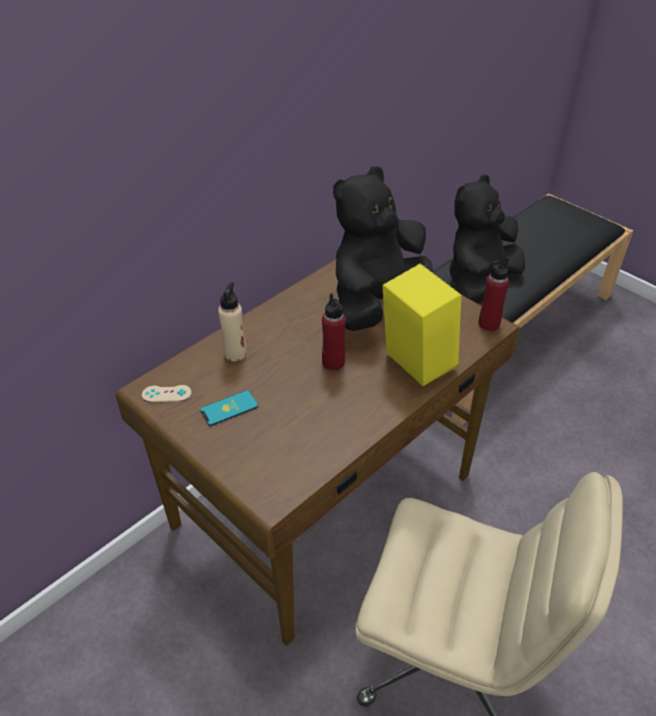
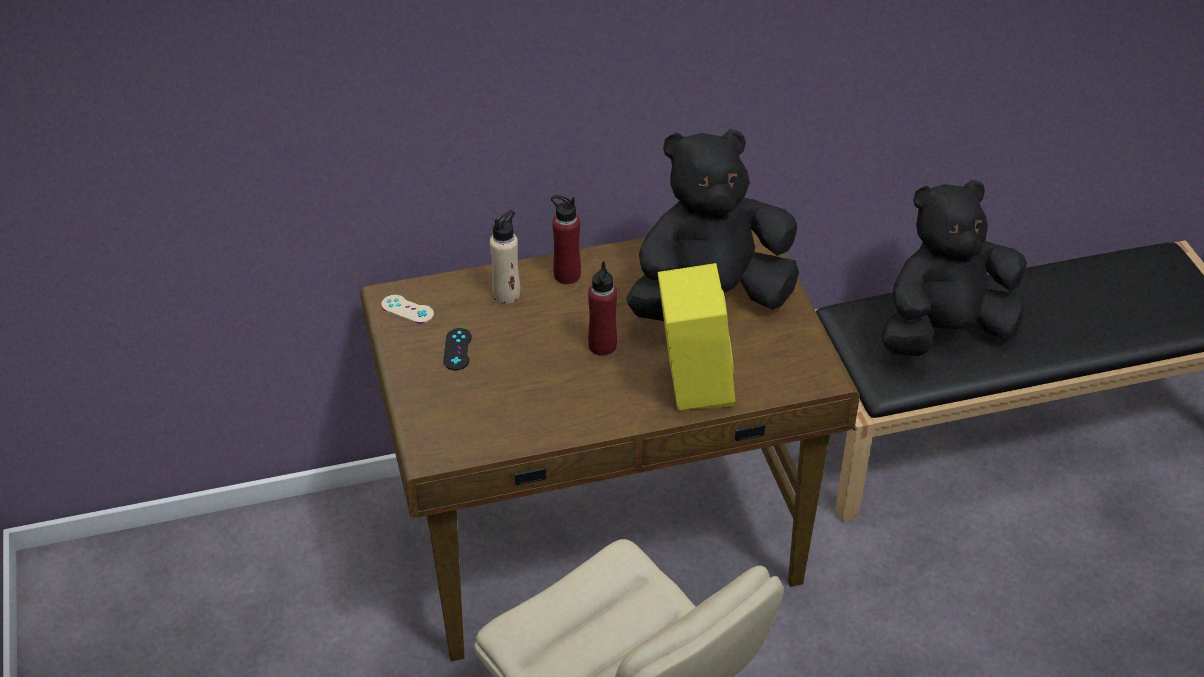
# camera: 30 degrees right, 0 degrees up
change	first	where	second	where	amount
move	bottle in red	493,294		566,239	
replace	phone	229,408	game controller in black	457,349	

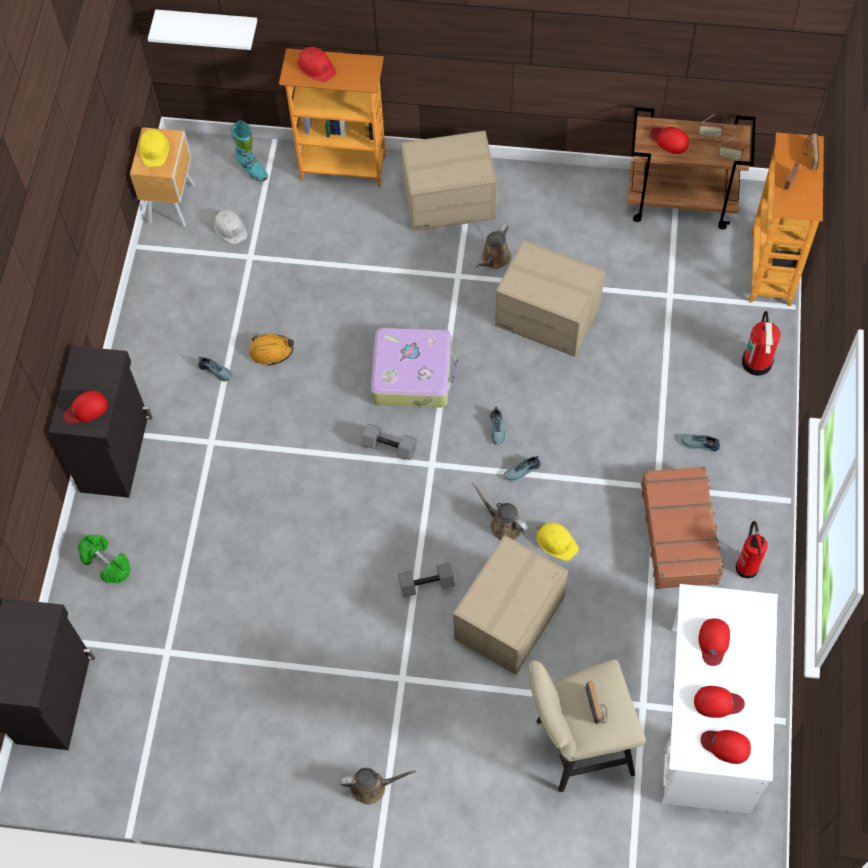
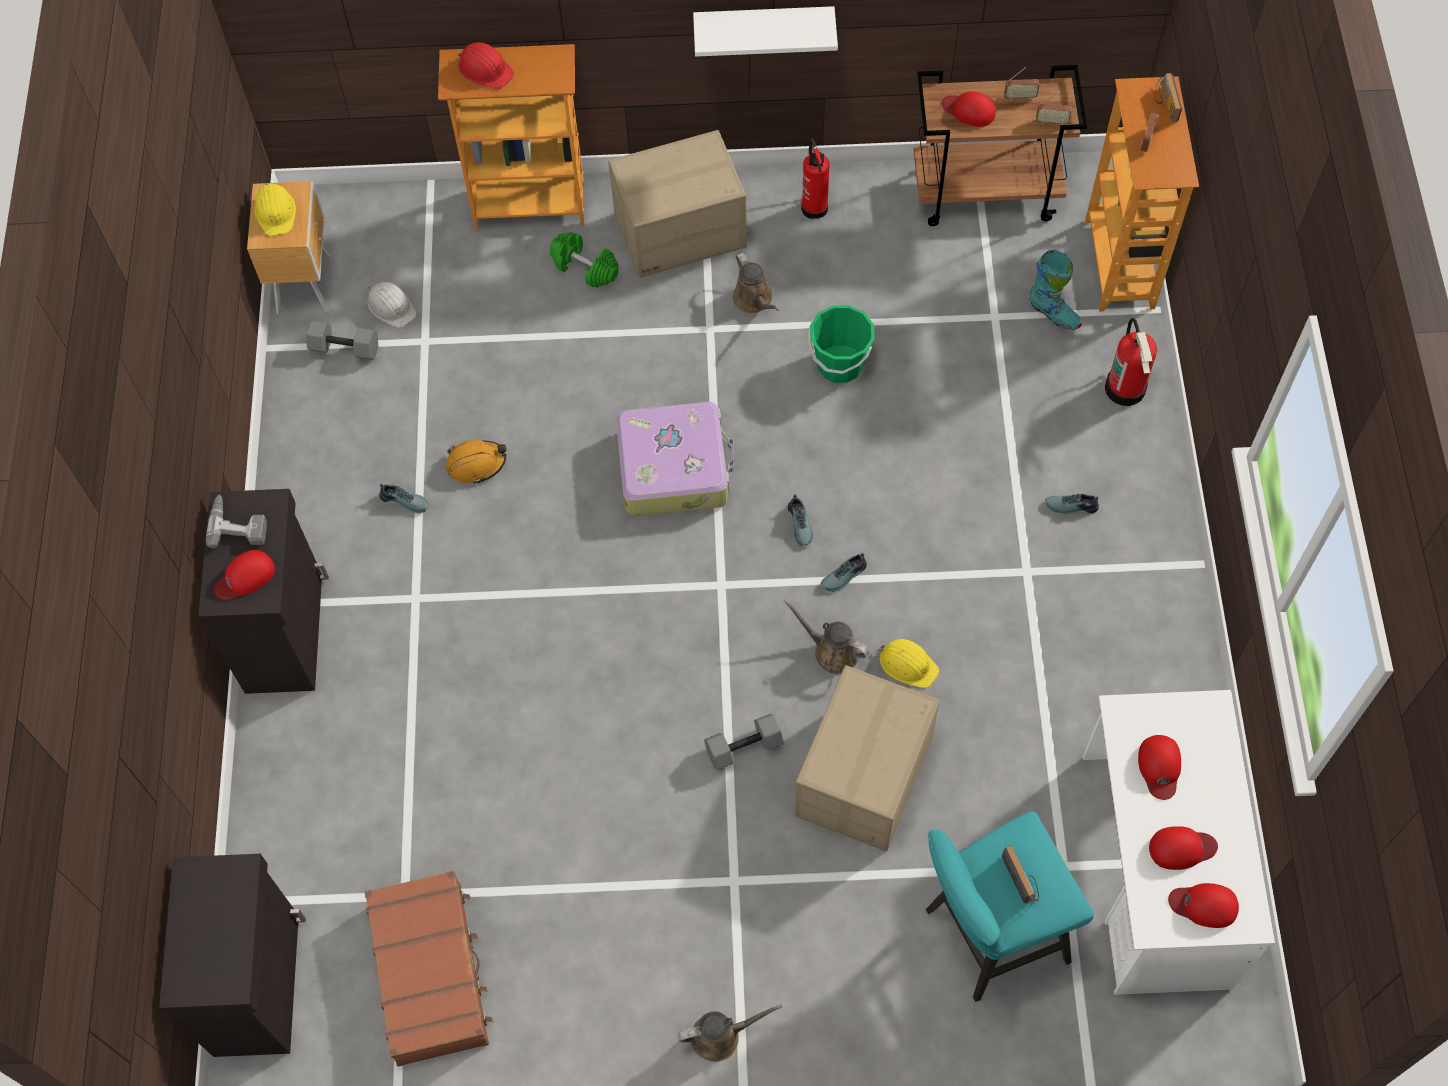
# camera: 10 degrees left, 0 degrees up
change	first	where	second	where	amount
move	shelf in white	202,29		765,31	
move	boot in turquoise	249,151		1056,289	
rotate	watering can in brown	493,246		756,283	45 degrees counterclockwise
replace	cardboard box	550,298	bucket in green	841,344	
move	dumbbell in grey	389,442		342,340	
move	suitcase in brown	682,527		429,968	
move	fire extinguisher	752,549		815,179	
move	dumbbell in green	104,559		584,260	
recolor	stool in beige	587,725	stool in turquoise	1010,906	
insert			power drill	236,521	

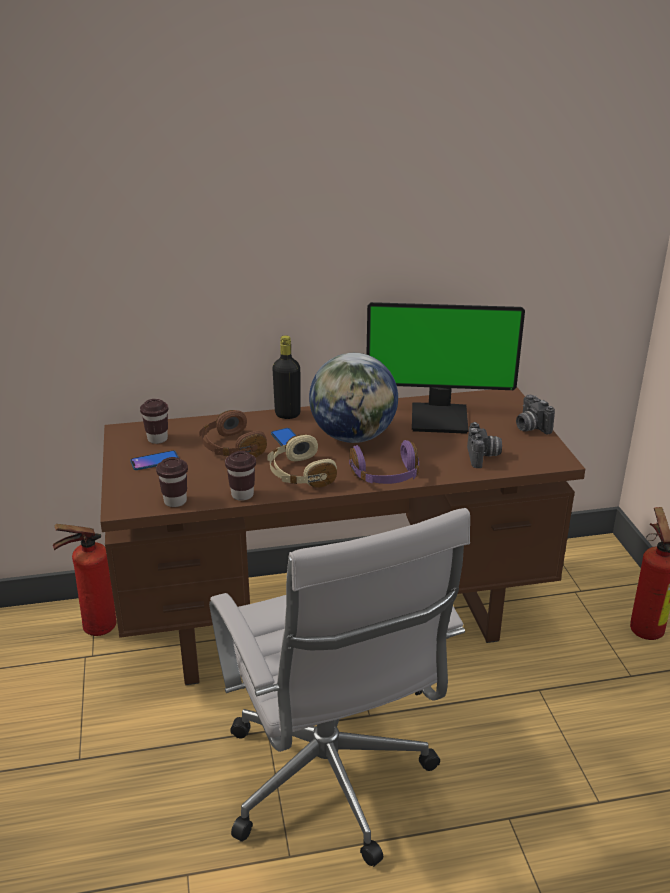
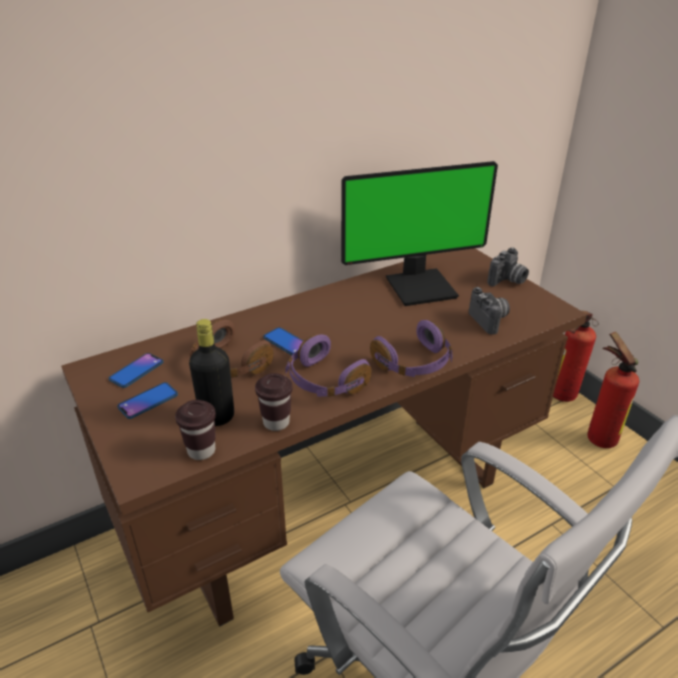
# camera: 20 degrees left, 5 degrees up
change	first	where	second	where	amount
move	bottle in black	286,377		211,372	
delete	globe	353,398			
rotate	photo camera	535,415		508,267	90 degrees counterclockwise
replace	cup in brown	154,421	phone	136,370	
recolor	headphones in beige	302,461	headphones in purple	329,365	
move	fire extinguisher	84,580		575,356	

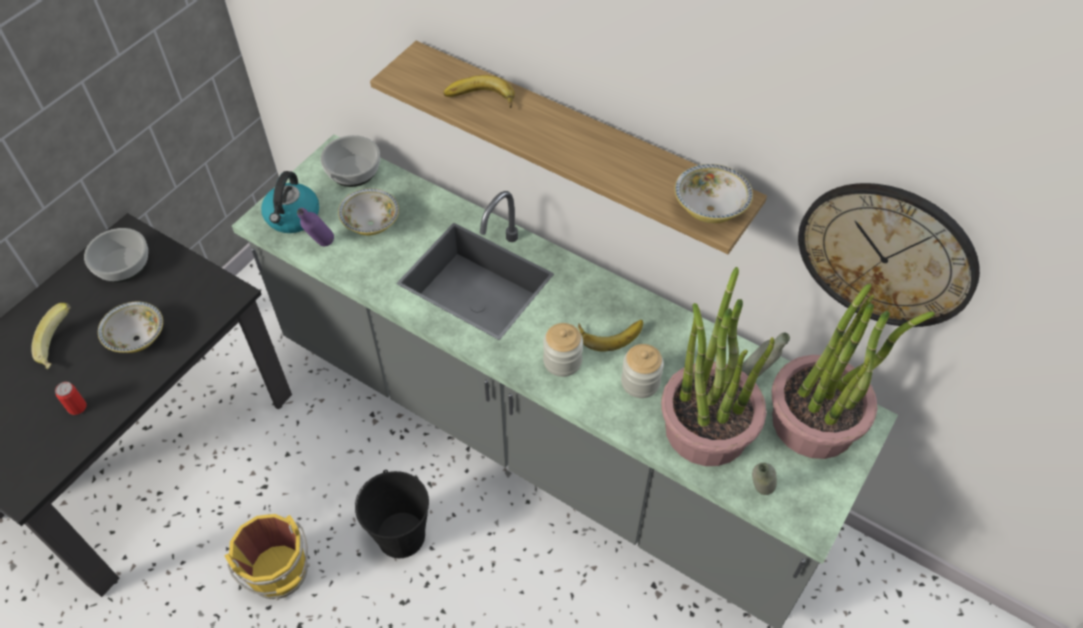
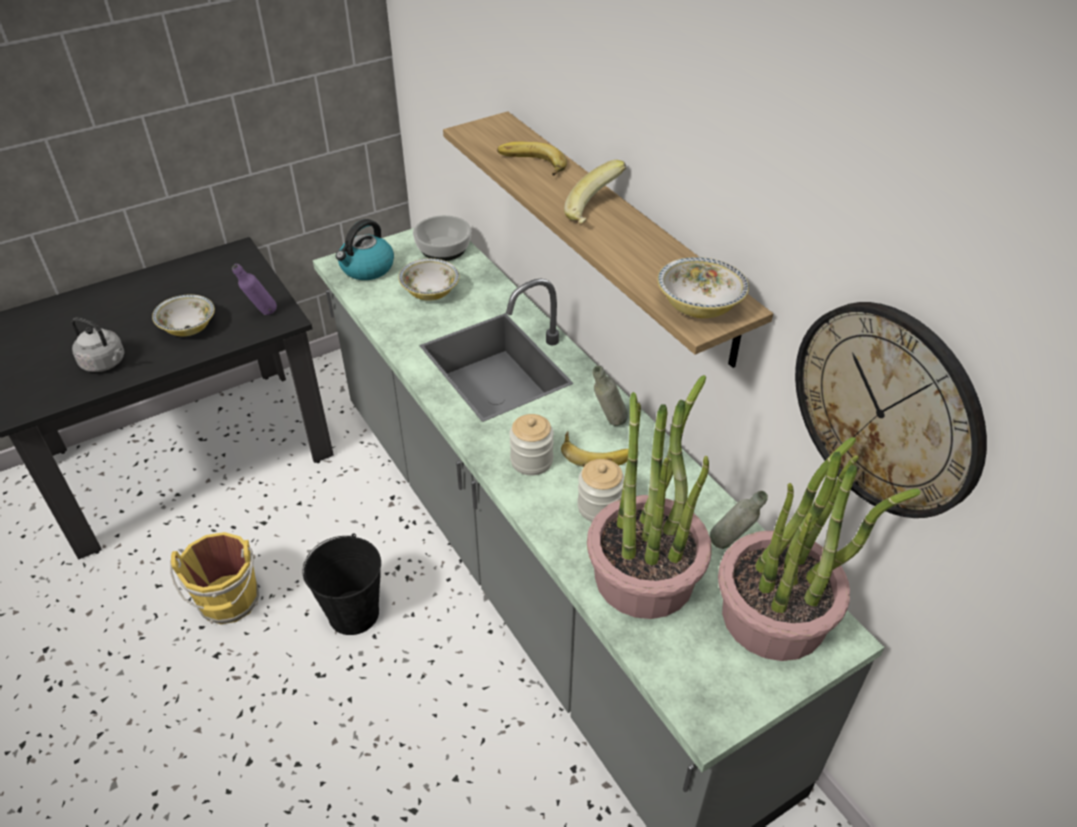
# camera: 25 degrees right, 10 degrees down
change	first	where	second	where	amount
move	bottle in purple	315,227		254,289	
delete	bowl	116,255			
move	banana	51,336		595,192	
replace	can	71,398	kettle in grey	98,344	
move	bottle in grey	764,478		610,396	

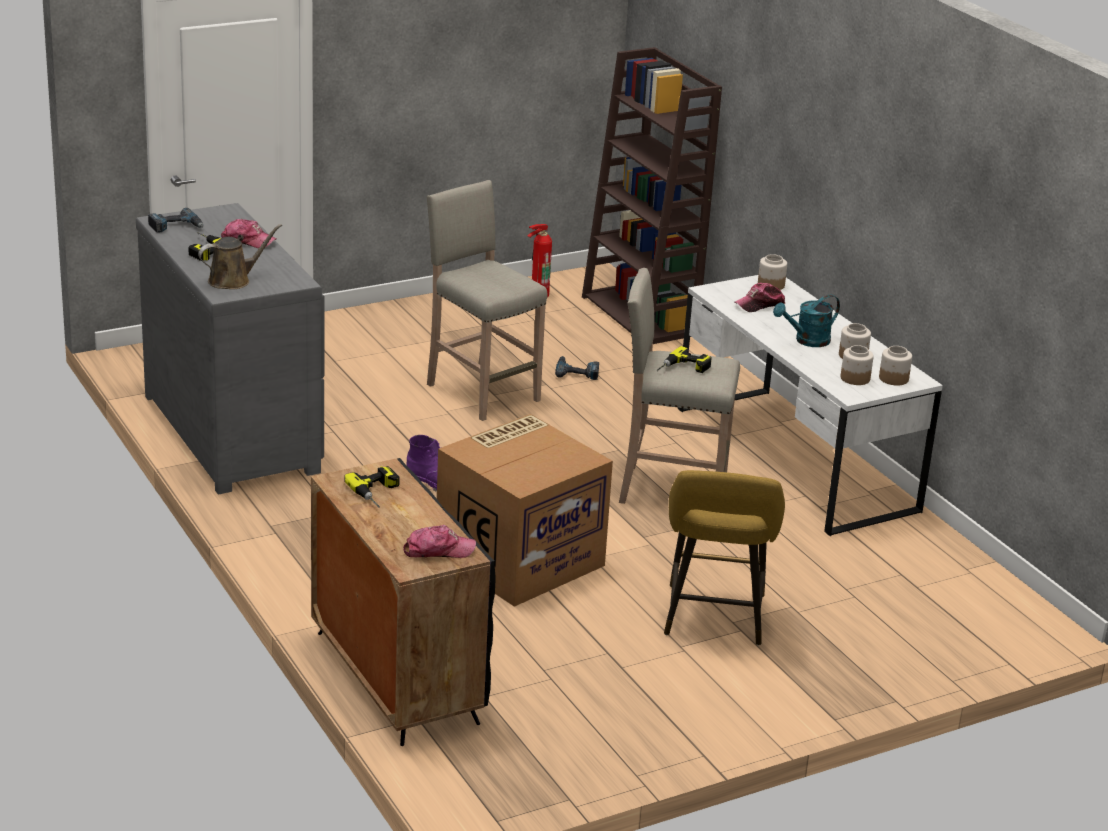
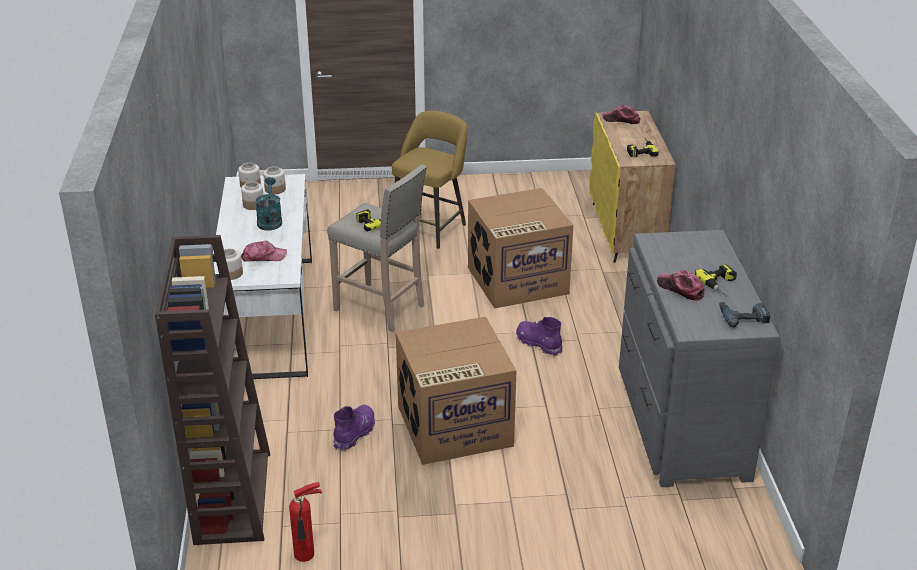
# camera: 155 degrees left, 5 degrees up
change	first	where	second	where	amount
replace	stool in beige	486,300	cardboard box	456,391	
delete	watering can in brown	240,256			
rotate	watering can in turquoise	806,321		268,204	90 degrees counterclockwise
replace	power drill	577,368	boot in purple	354,428	
recolor	cabinet in black	403,602	cabinet in yellow	632,187	

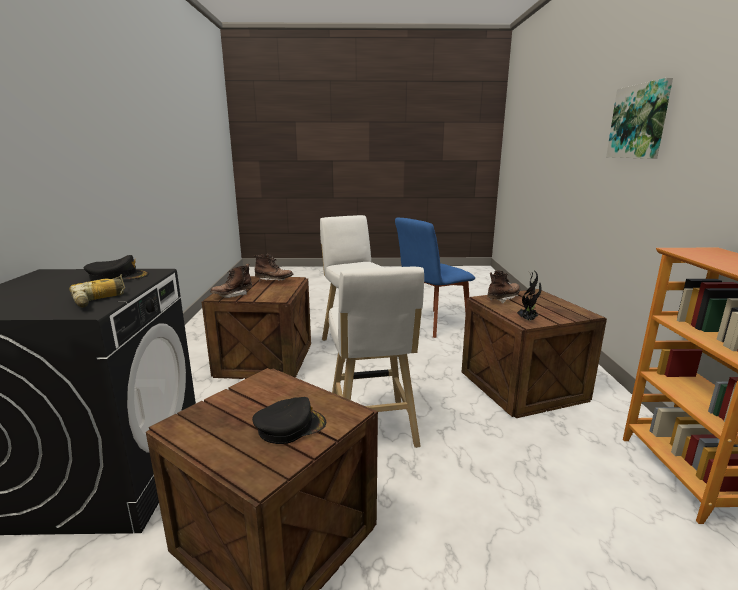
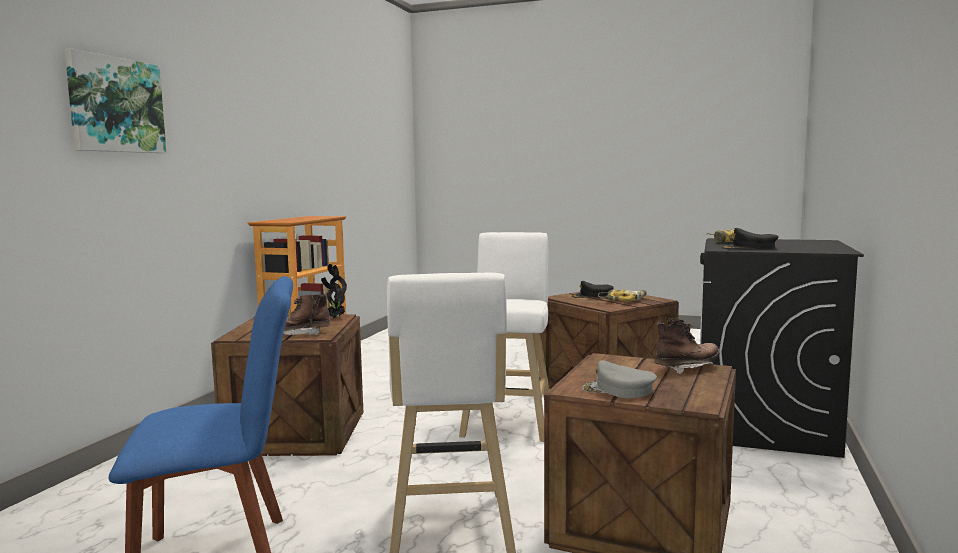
# camera: 160 degrees left, 10 degrees down
change	first	where	second	where	amount
replace	boot in brown	273,268	cap in grey	619,379	
insert			power drill	622,295	

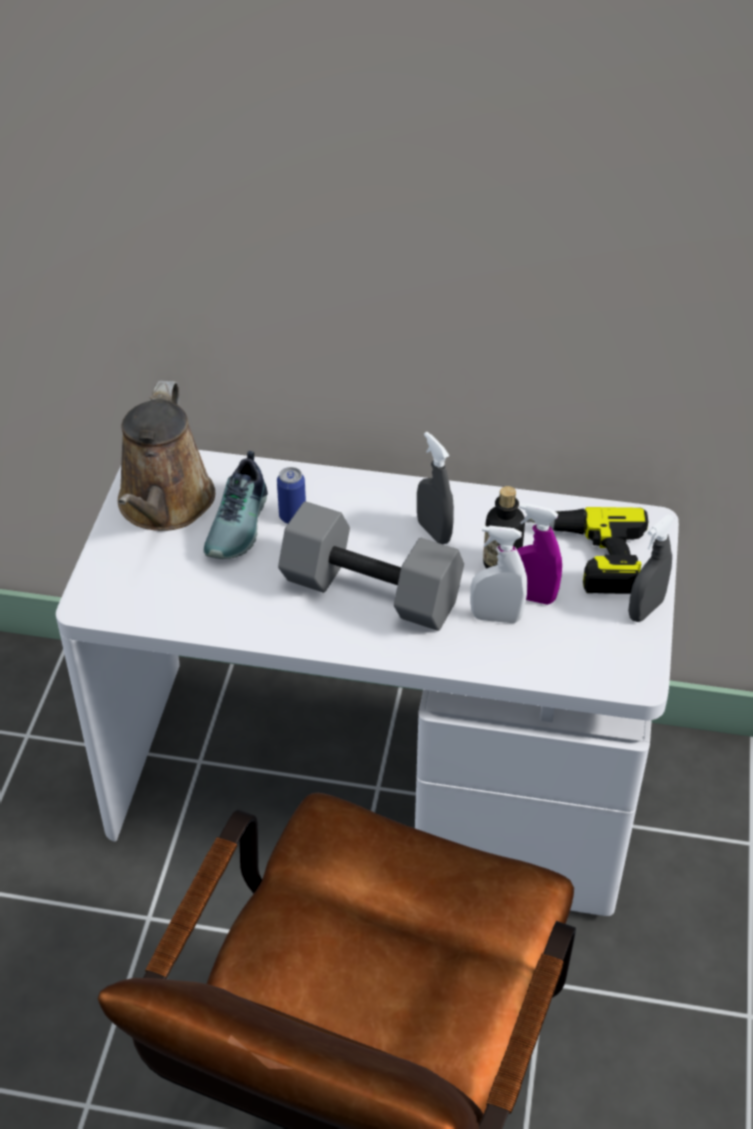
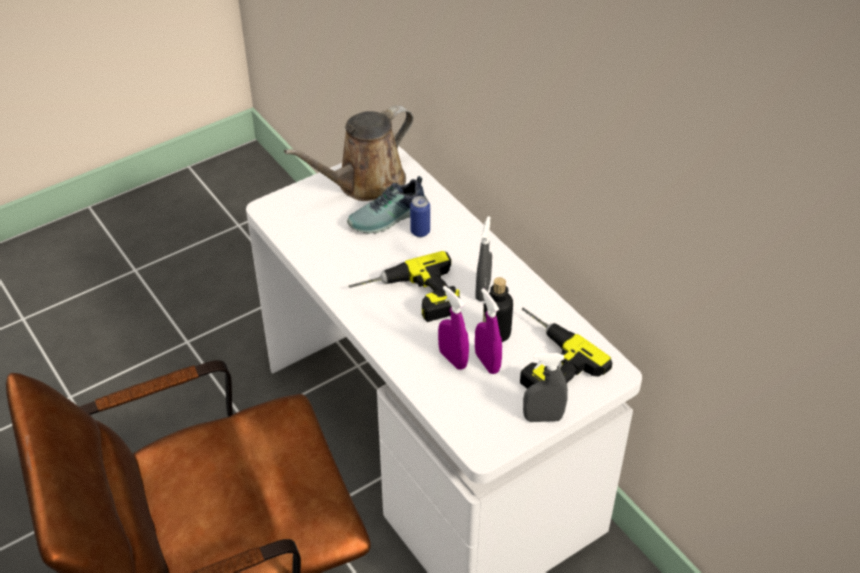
# camera: 45 degrees right, 0 degrees up
change	first	where	second	where	amount
replace	dumbbell in grey	371,566	power drill	404,286	
recolor	spray bottle in white	498,574	spray bottle in purple	453,328	

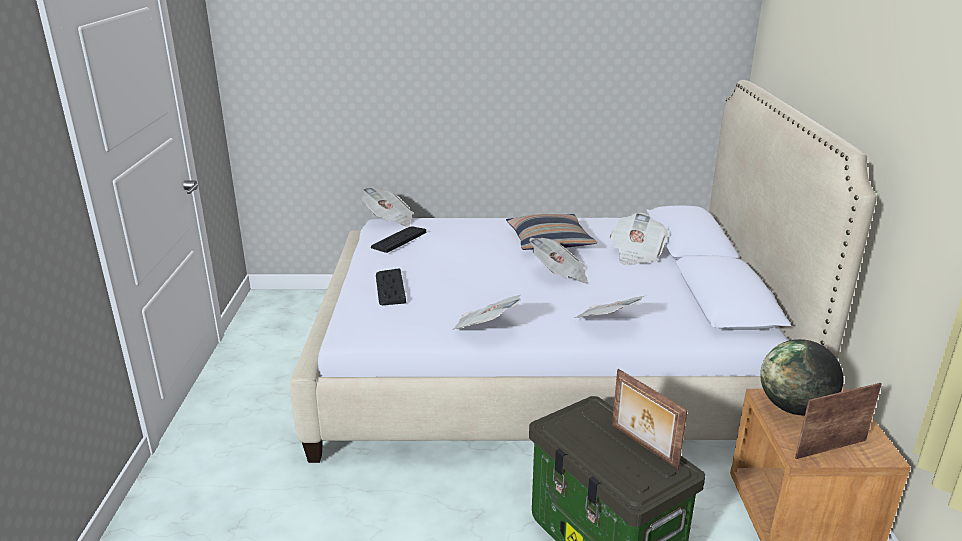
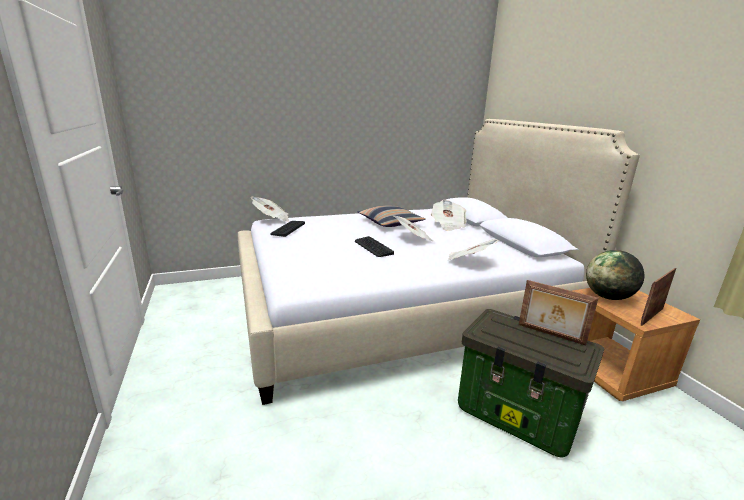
# camera: 20 degrees left, 5 degrees down
change	first	where	second	where	amount
move	keyboard	391,286		374,246	
delete	newspaper	486,312			

